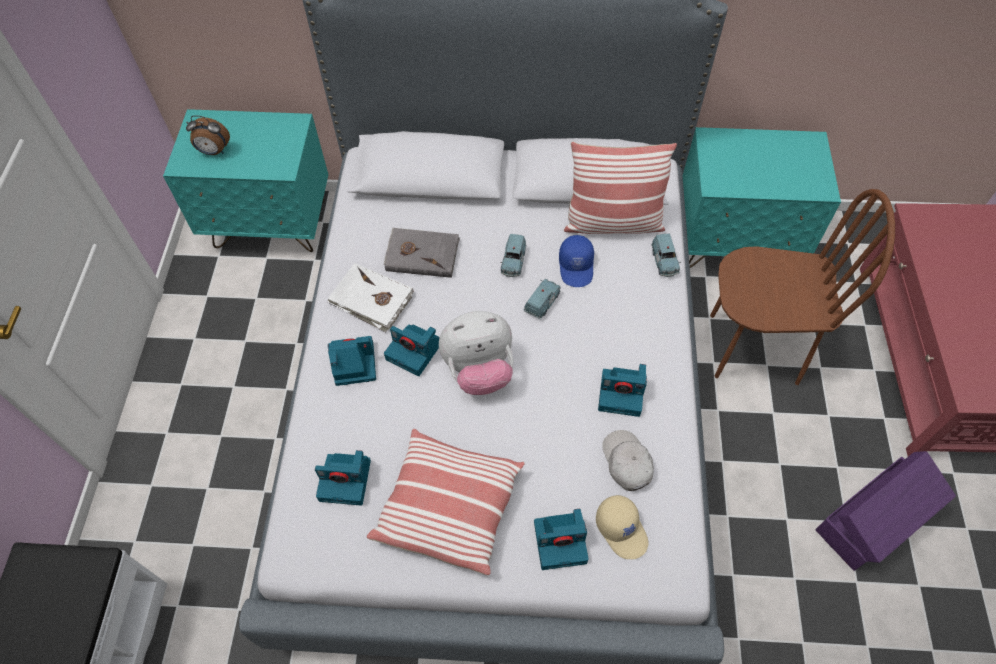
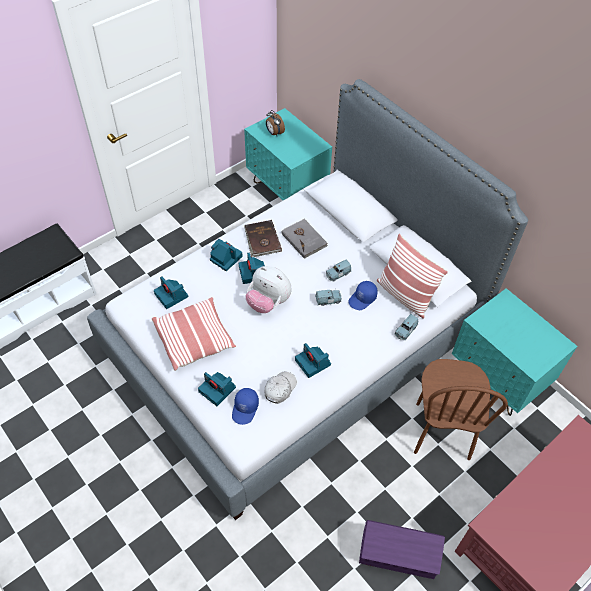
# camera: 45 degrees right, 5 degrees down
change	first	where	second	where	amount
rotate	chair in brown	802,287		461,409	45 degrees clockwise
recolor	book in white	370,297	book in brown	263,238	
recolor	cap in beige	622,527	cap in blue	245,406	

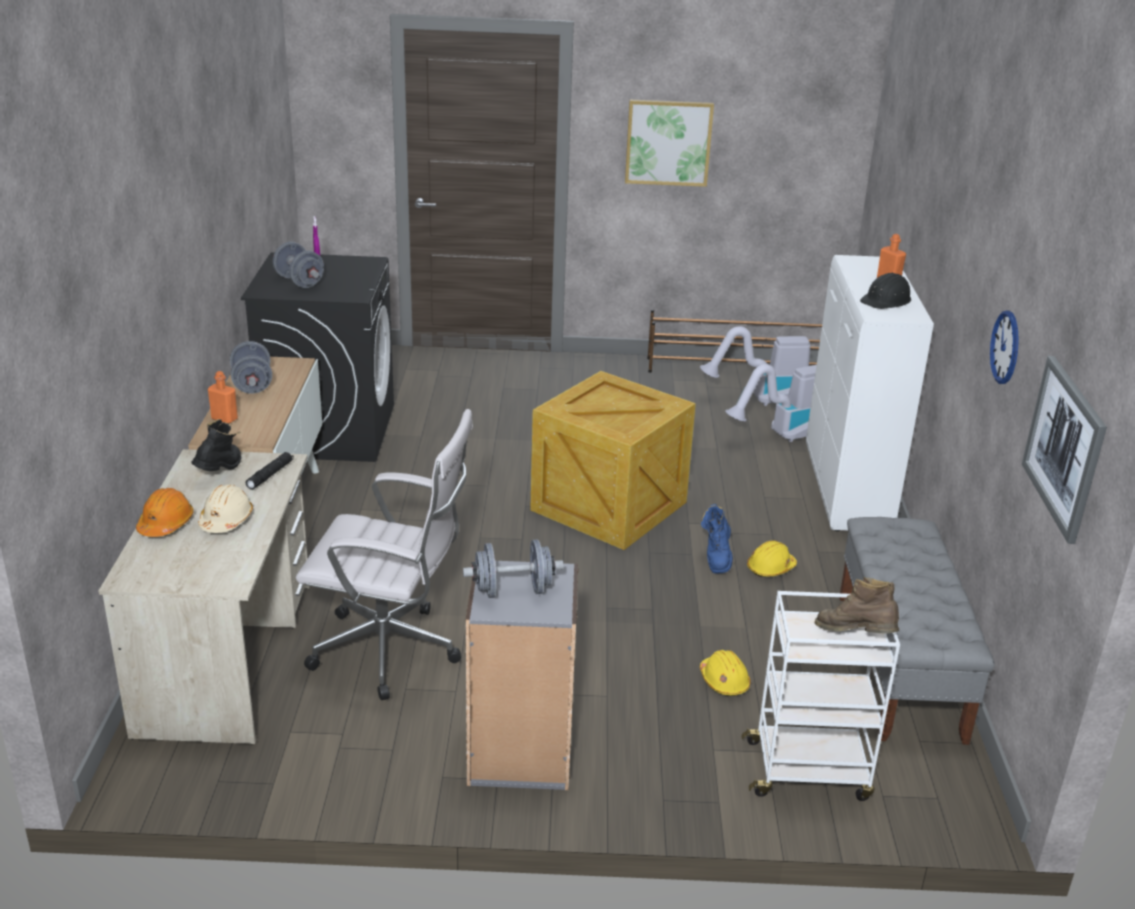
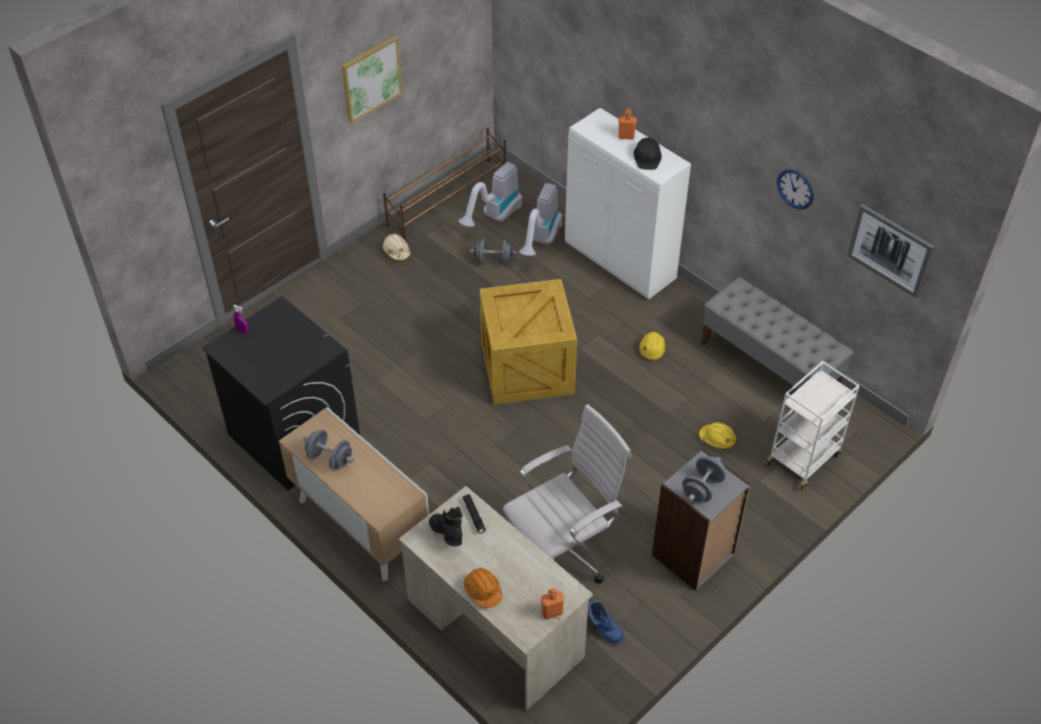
# camera: 45 degrees left, 20 degrees up
change	first	where	second	where	amount
move	dumbbell in grey	298,264		493,252	
move	bottle in orange	223,397		552,604	
move	hard hat in beige	225,508		396,247	
move	boot in blue	716,539		606,622	
delete	boot in brown	857,605			

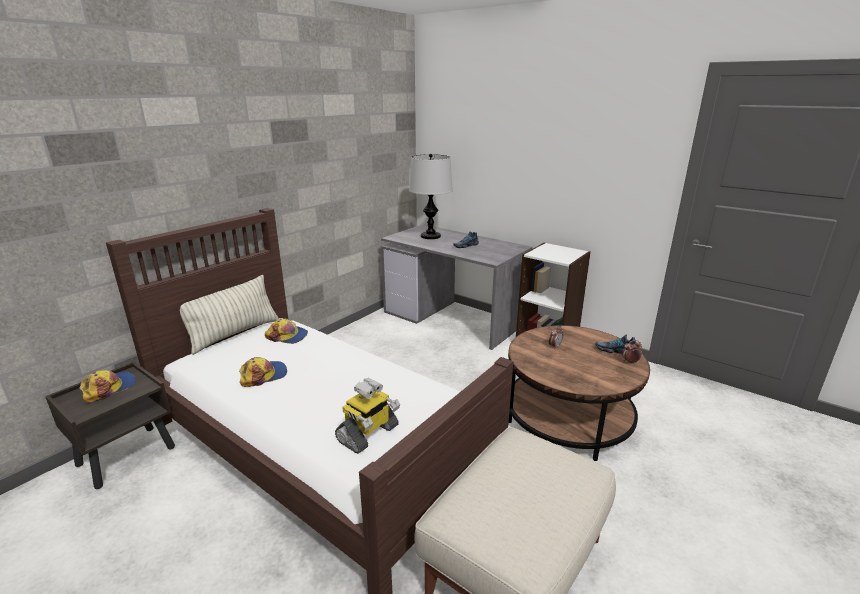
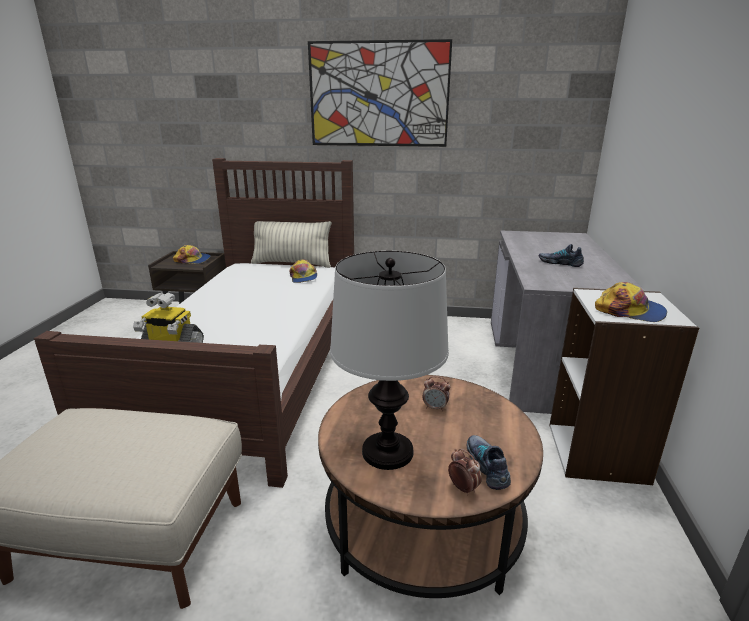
# camera: 60 degrees right, 0 degrees up
change	first	where	second	where	amount
move	table lamp	431,196		389,360	
move	cap	263,372		631,302	
insert			picture	380,93	

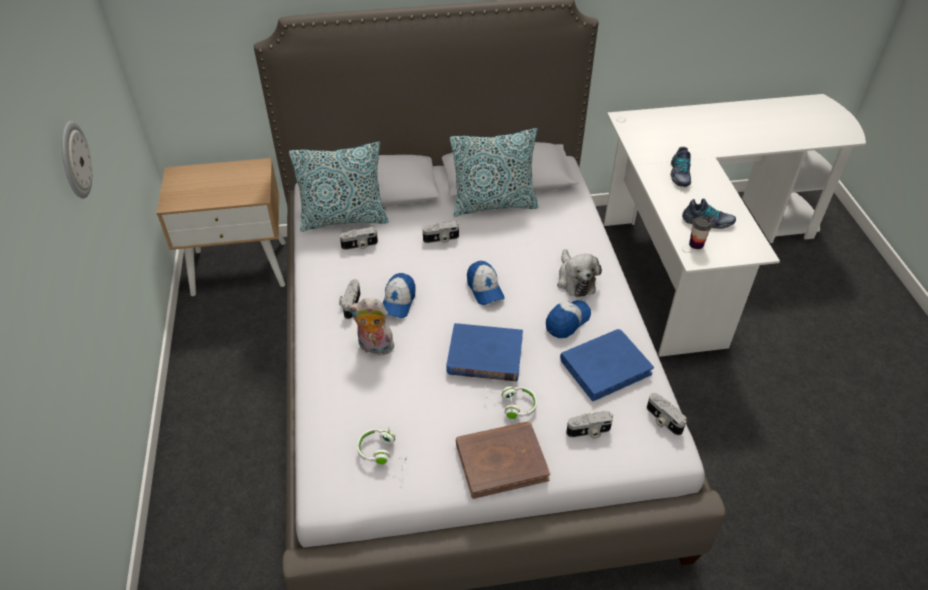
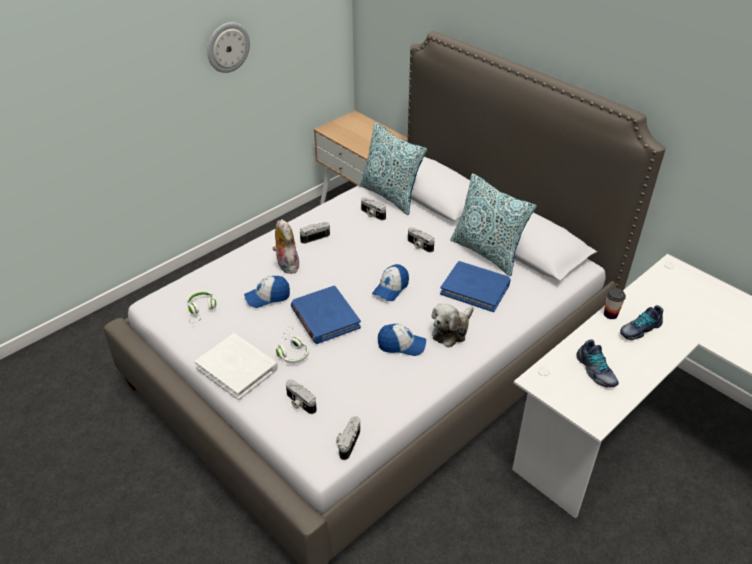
# camera: 55 degrees right, 5 degrees down
change	first	where	second	where	amount
move	cup	700,232		615,303	
move	cap	399,295		267,292	
move	book in blue	607,365		475,286	
recolor	book in brown	503,460	book in white	236,366	

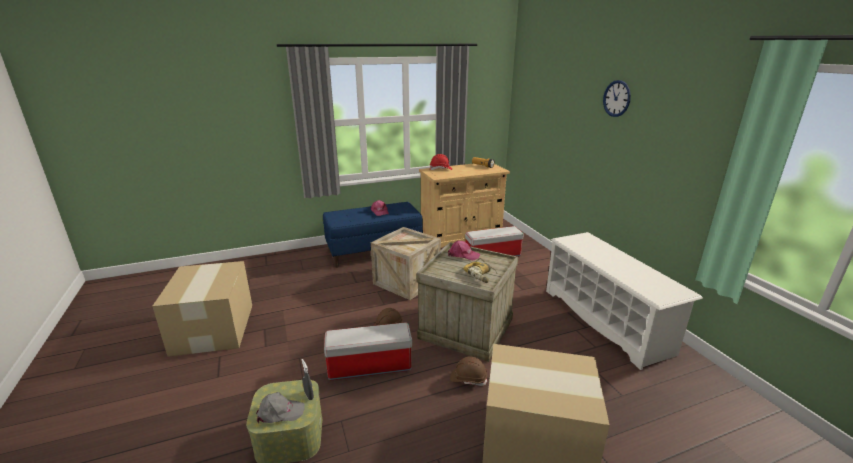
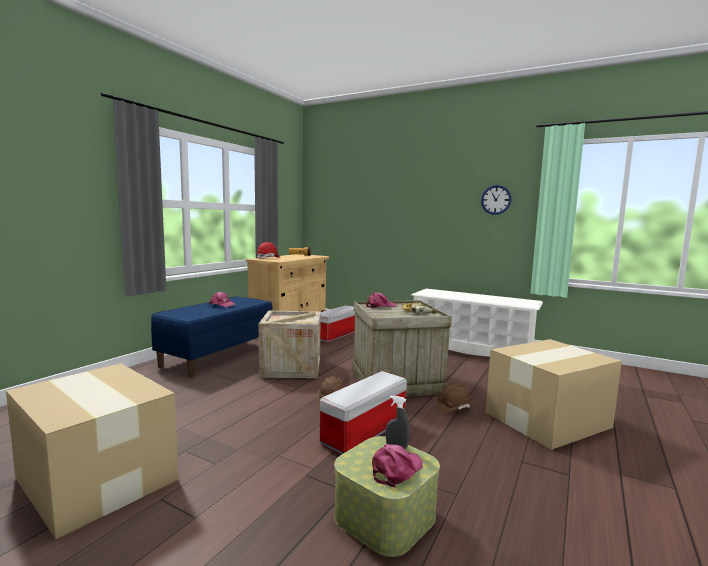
# camera: 40 degrees left, 15 degrees down
change	first	where	second	where	amount
move	wall clock	617,98		496,200	
recolor	cap in grey	280,407	cap in pink	397,465	

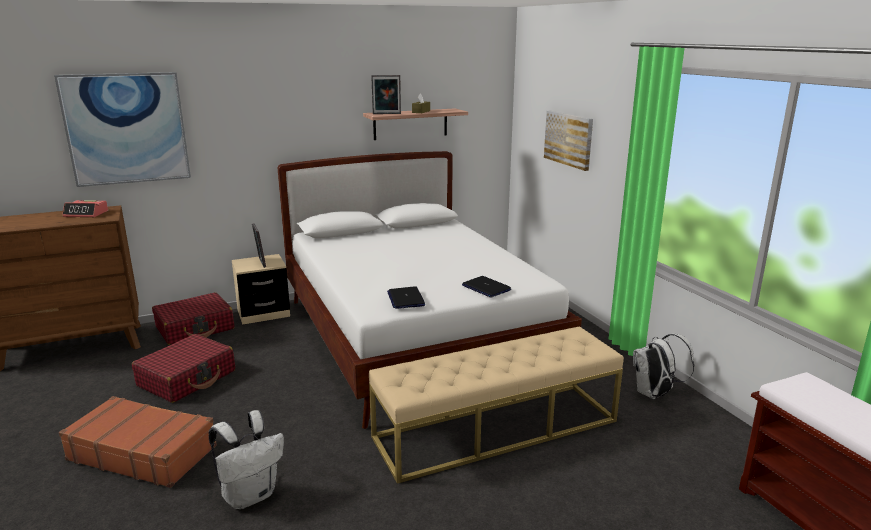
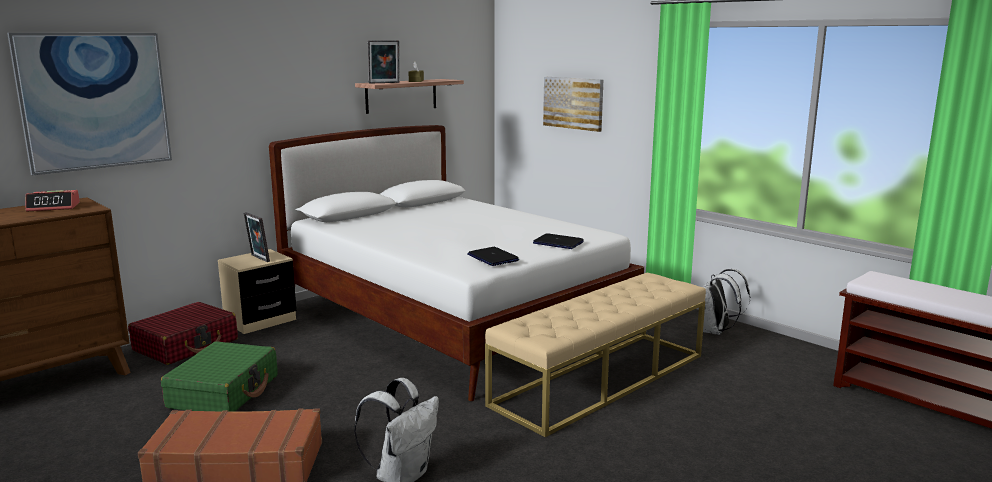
# camera: 20 degrees left, 5 degrees down
change	first	where	second	where	amount
recolor	suitcase in red	183,368	suitcase in green	219,376	

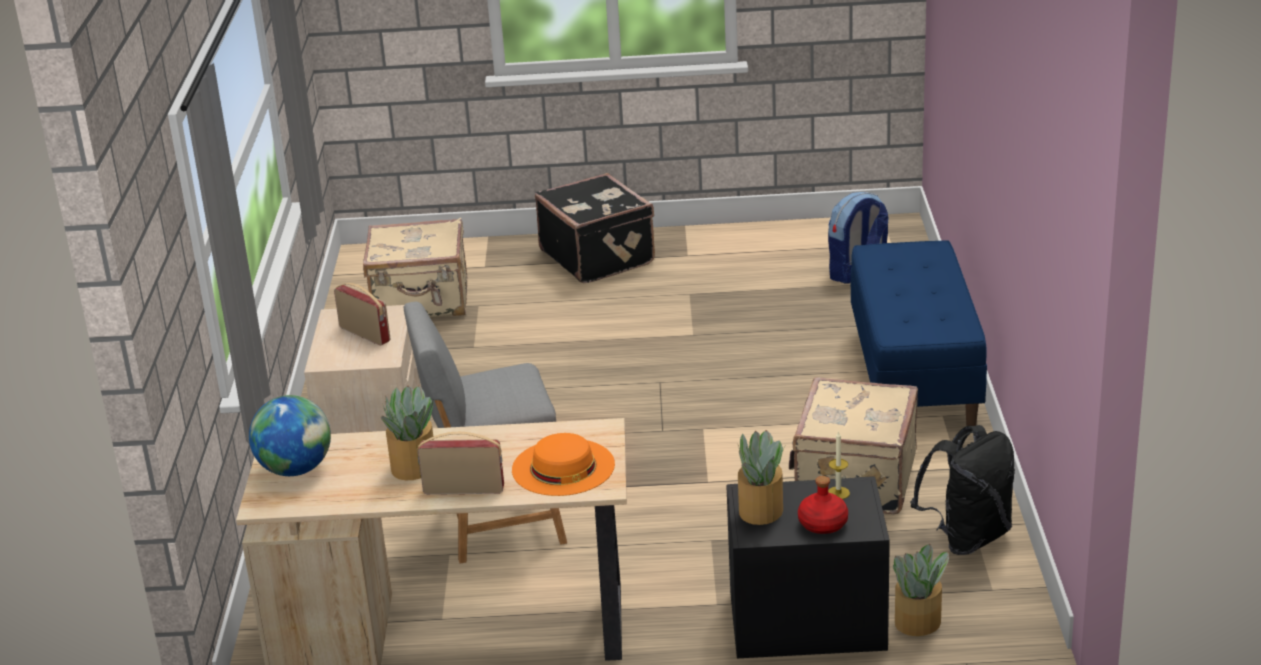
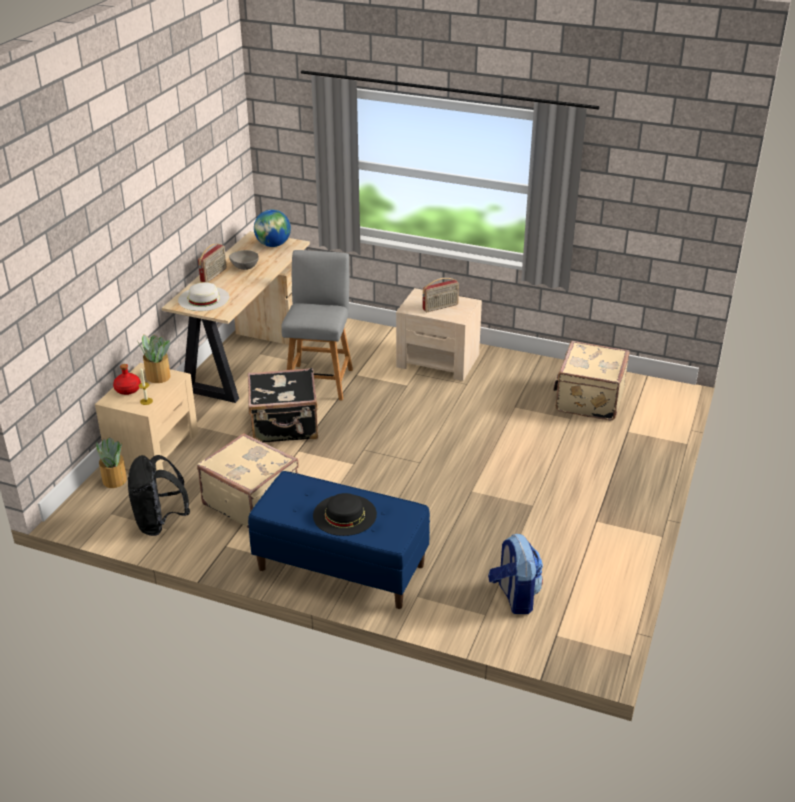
# camera: 110 degrees right, 5 degrees up
change	first	where	second	where	amount
move	suitcase in black	595,228		283,405	
replace	potted plant	407,432	bowl in grey	244,260	
recolor	hat in orange	563,464	hat in white	204,296	
recolor	nightstand in black	808,567	nightstand in beige	146,417	
insert			hat in black	345,514	

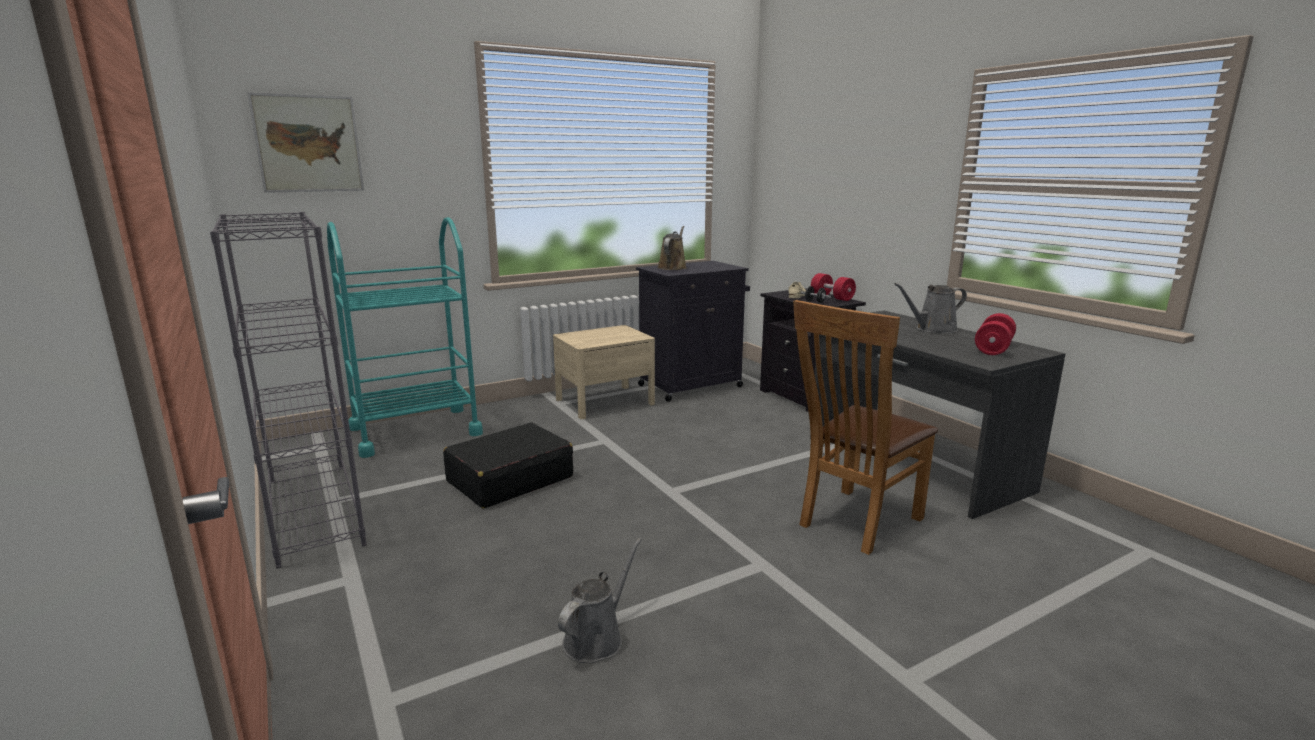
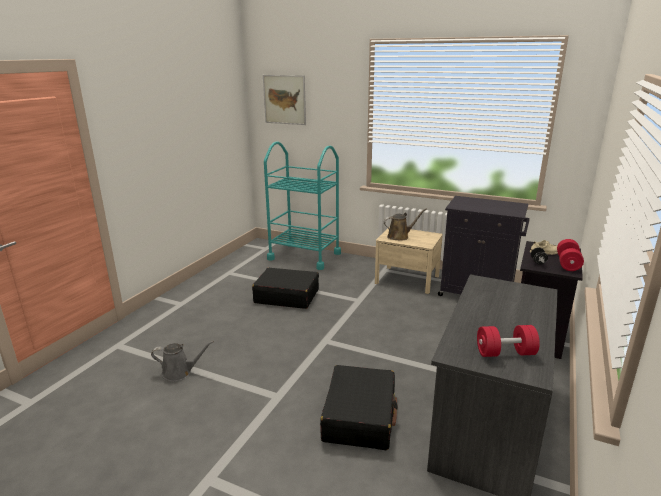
# camera: 55 degrees right, 5 degrees up
change	first	where	second	where	amount
delete	bookcase in grey	288,390			
move	watering can in brown	672,248		405,224	
delete	watering can in grey	930,308			
replace	chair in brown	865,427	suitcase in black	359,407	

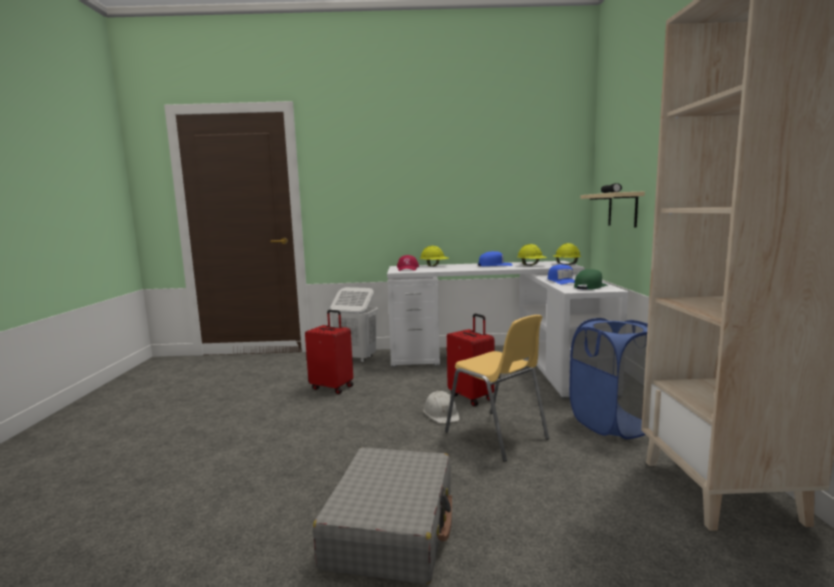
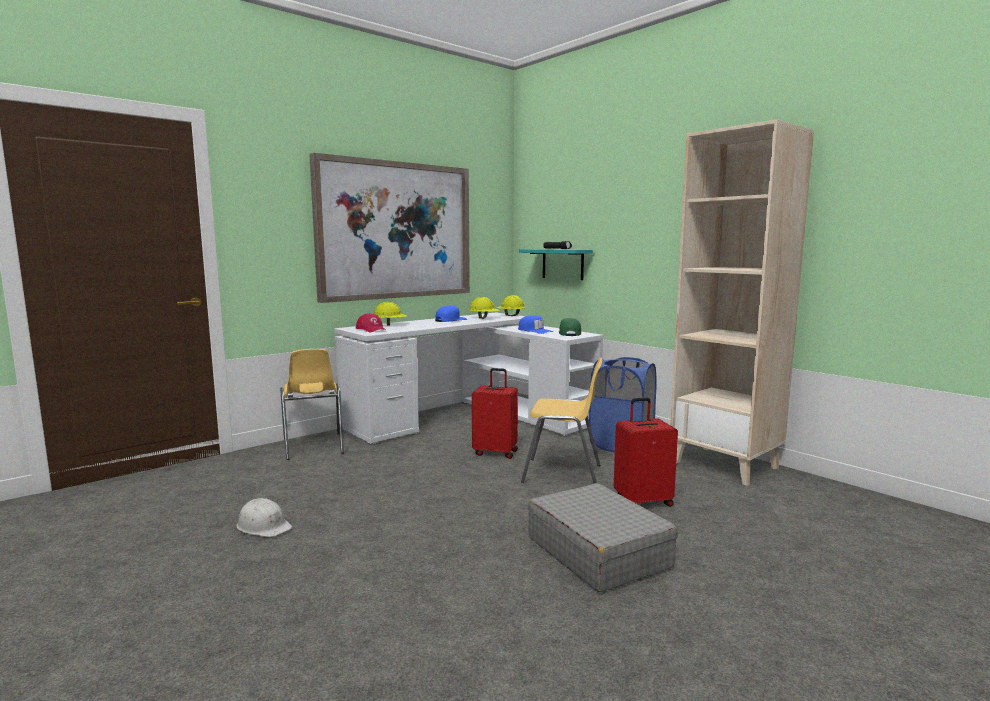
# camera: 40 degrees left, 0 degrees up
change	first	where	second	where	amount
recolor	shelf in beige	612,209	shelf in turquoise	556,264	
replace	laundry basket in white	354,325	chair in yellow	312,404	
move	suitcase in red	329,352		646,452	
move	hard hat in white	441,407		264,517	
insert			picture	389,228	

